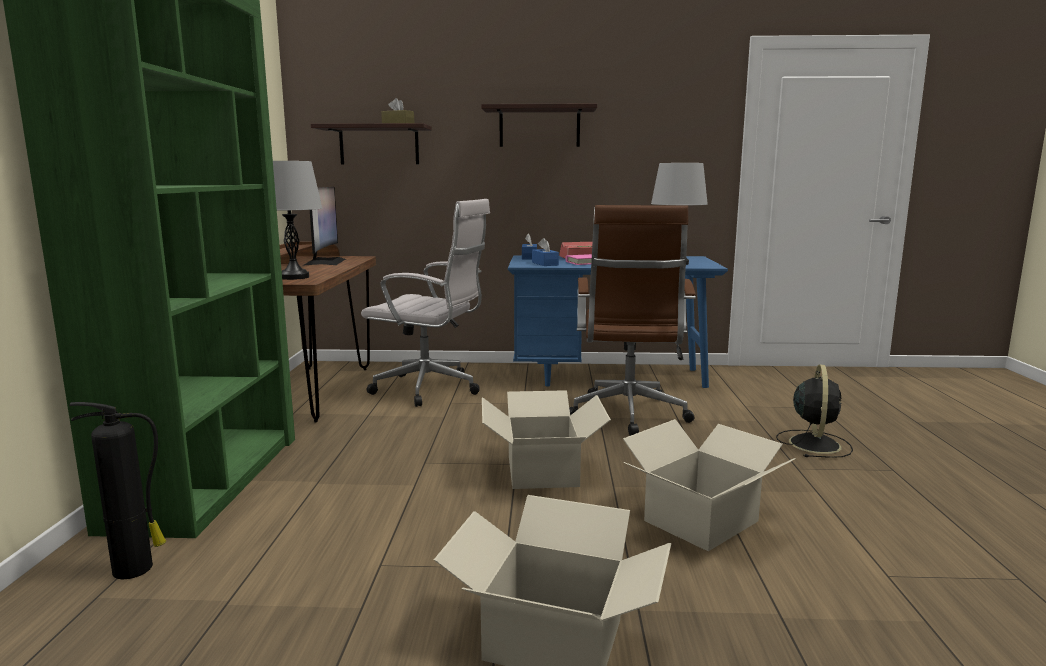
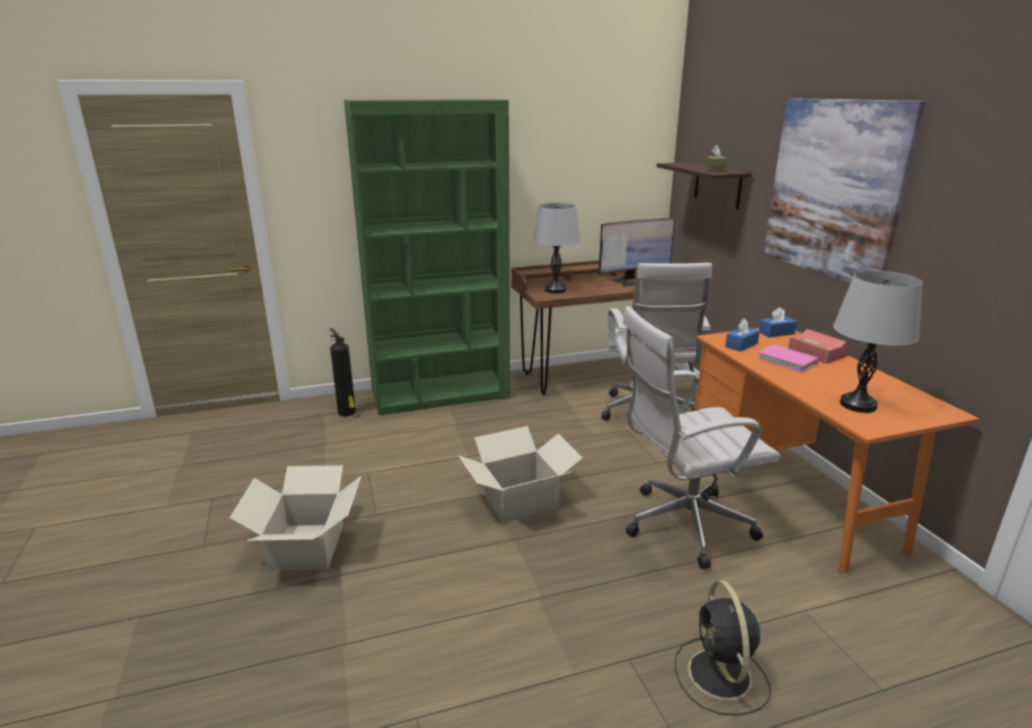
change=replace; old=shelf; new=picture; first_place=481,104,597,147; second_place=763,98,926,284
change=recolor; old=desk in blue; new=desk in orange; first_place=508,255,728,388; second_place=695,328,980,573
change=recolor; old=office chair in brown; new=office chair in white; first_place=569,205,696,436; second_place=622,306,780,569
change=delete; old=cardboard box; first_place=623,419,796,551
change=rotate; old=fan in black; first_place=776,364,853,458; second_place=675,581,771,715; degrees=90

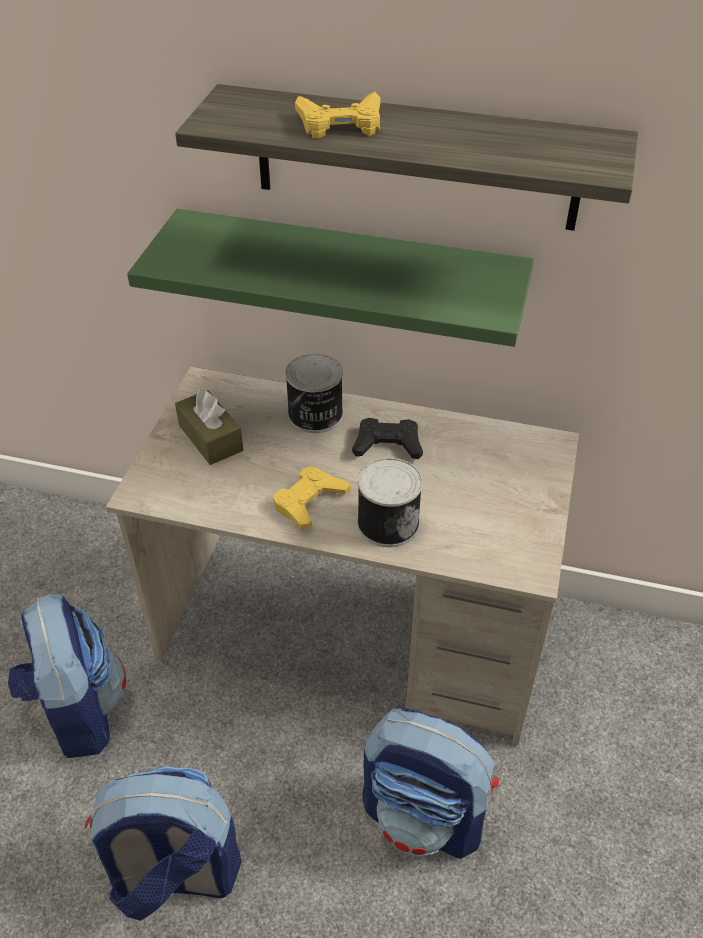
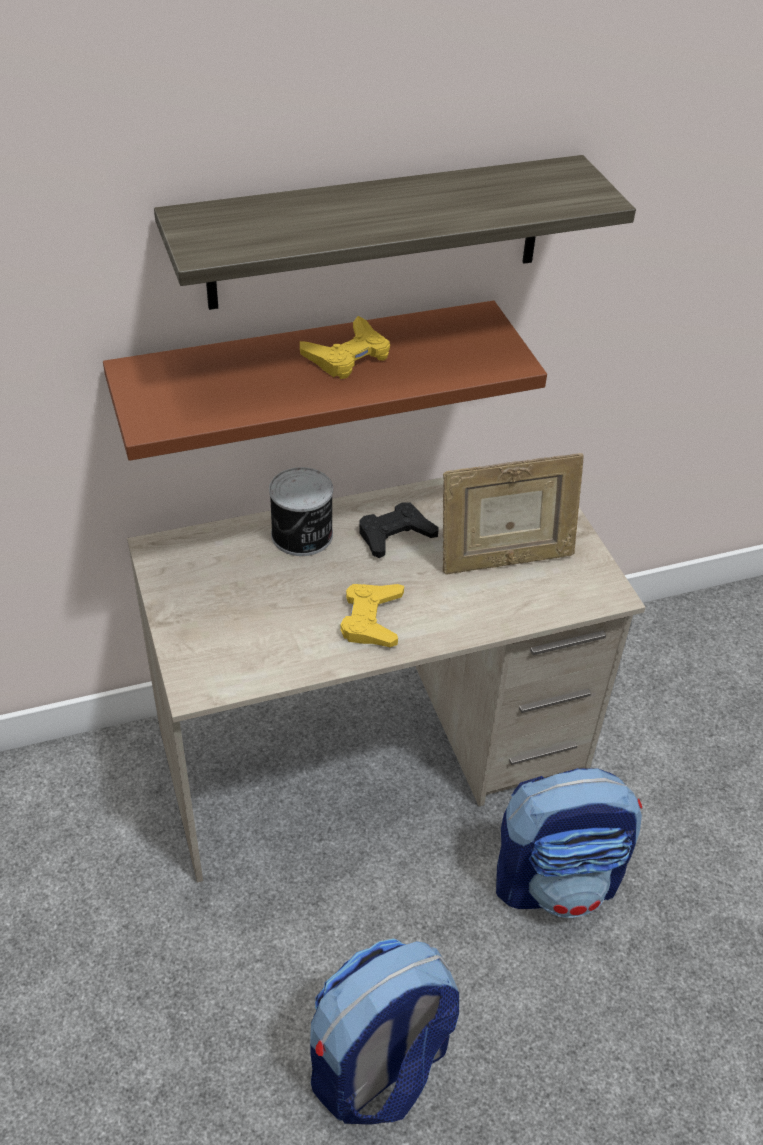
change=delete; old=backpack; first_place=8,594,126,758
change=recolor; old=shelf in green; new=shelf in brown; first_place=127,209,534,347; second_place=103,301,547,461
change=delete; old=tissue box in brown; first_place=175,388,243,465
change=move; old=game controller in yellow; first_place=295,92,381,139; second_place=300,316,390,379
change=delete; old=can; first_place=357,458,423,547
change=insert; new=picture frame; second_place=442,453,584,574

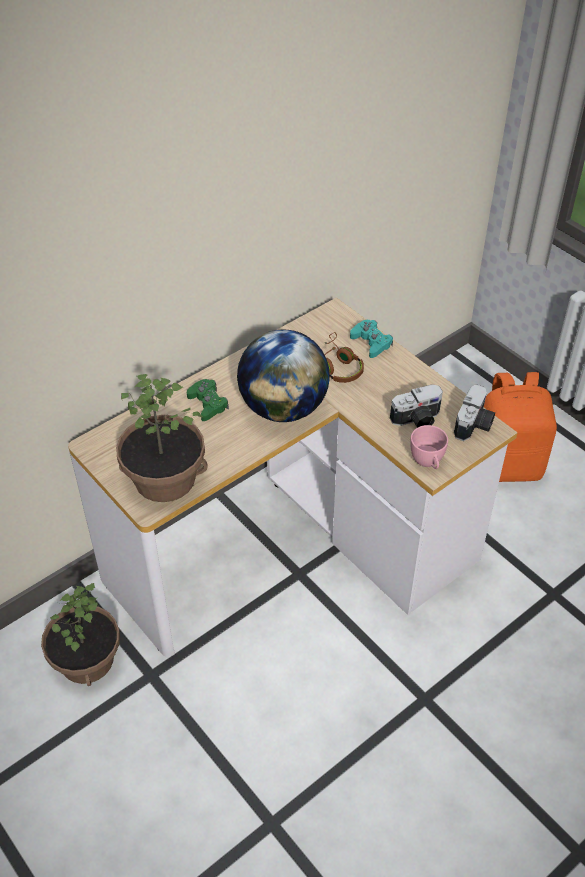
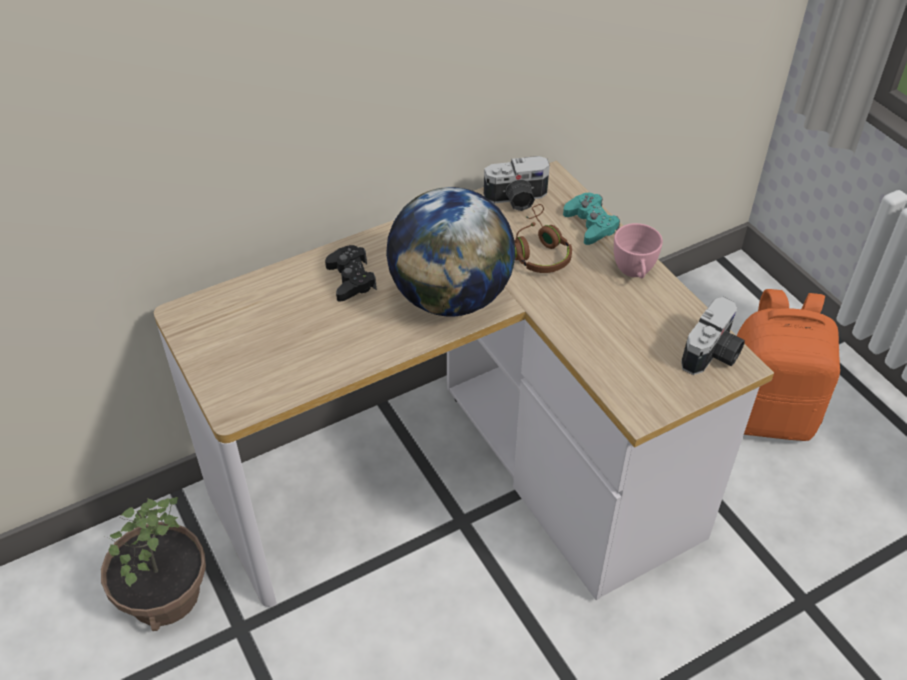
change=delete; old=potted plant; first_place=116,374,208,502
change=recolor; old=game controller in green; new=game controller in black; first_place=187,379,229,421; second_place=325,245,377,302
change=move; old=photo camera; first_place=390,384,443,428; second_place=484,156,550,211
change=move; old=cup in pink; first_place=410,425,448,469; second_place=614,223,663,278

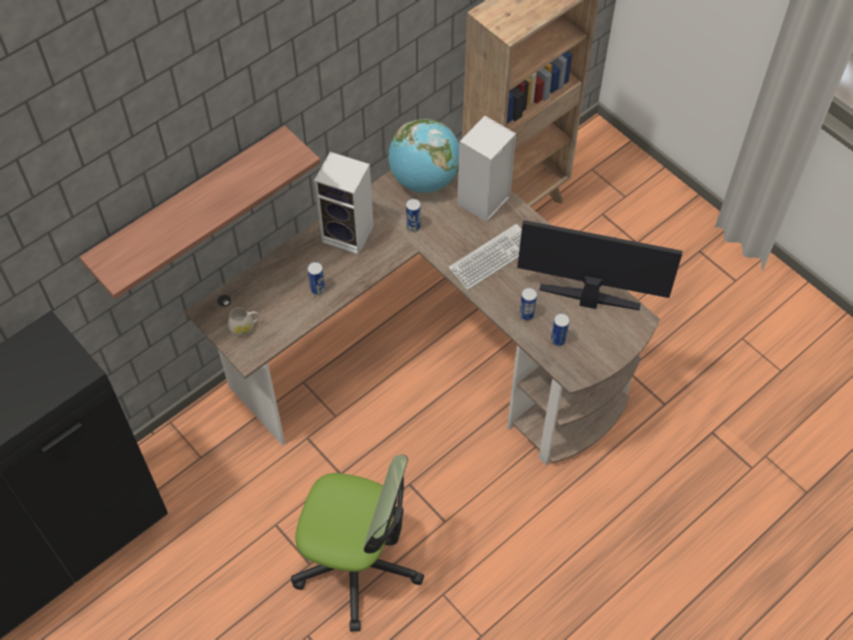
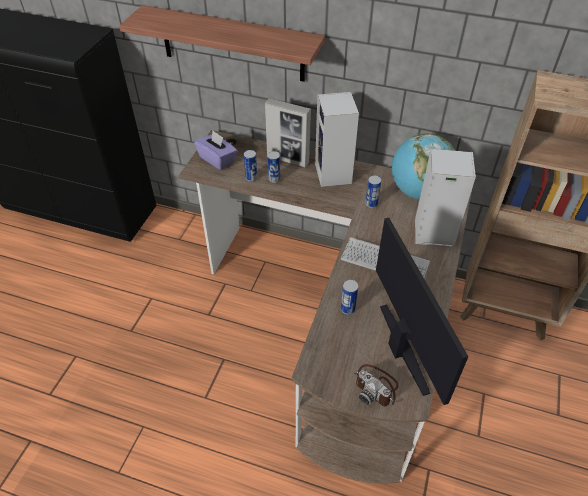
change=replace; old=mug in white; new=tissue box in purple; first_place=228,307,260,336; second_place=194,131,238,170
change=delete; old=office chair; first_place=291,455,424,632
change=move; old=can; first_place=551,313,569,346; second_place=244,150,258,182
change=insert; new=picture frame; second_place=265,98,311,167
change=insert; new=photo camera; second_place=354,364,399,406

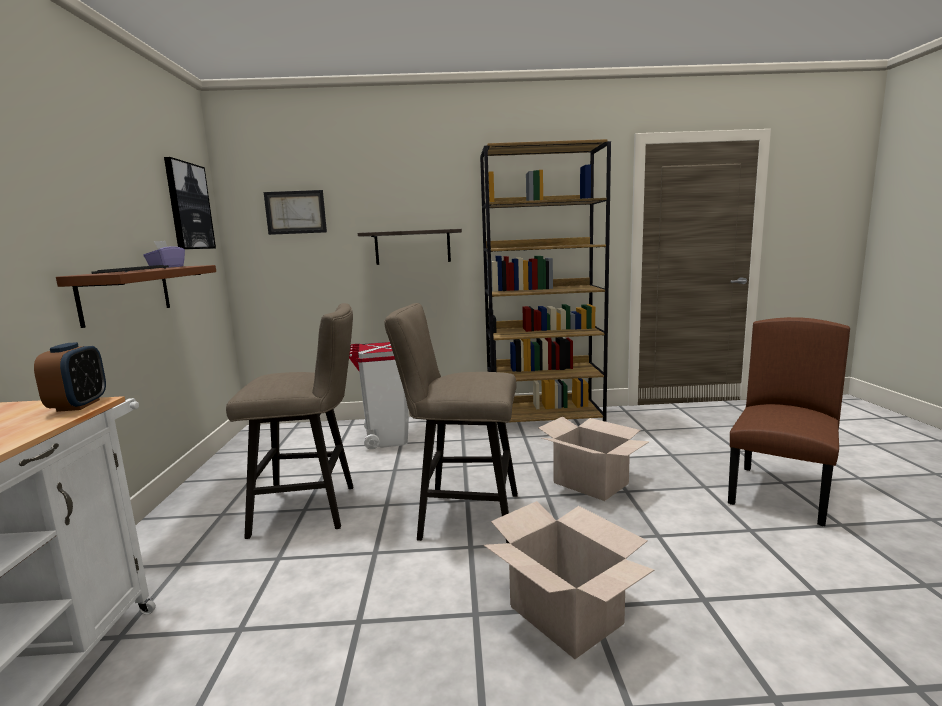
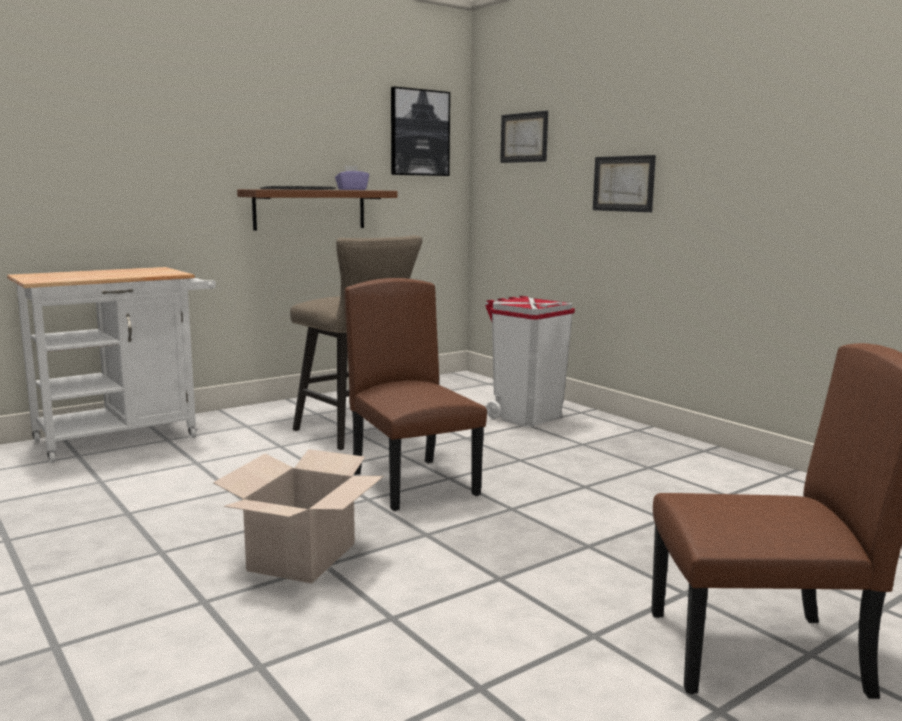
change=delete; old=alarm clock; first_place=34,342,106,412
change=replace; old=shelf; new=picture; first_place=358,229,462,265; second_place=593,155,656,212
change=replace; old=stool in beige; new=chair in brown; first_place=384,303,518,543; second_place=345,278,487,511
change=delete; old=bookcase in brown; first_place=480,139,611,423
change=delete; old=cardboard box; first_place=538,417,650,501

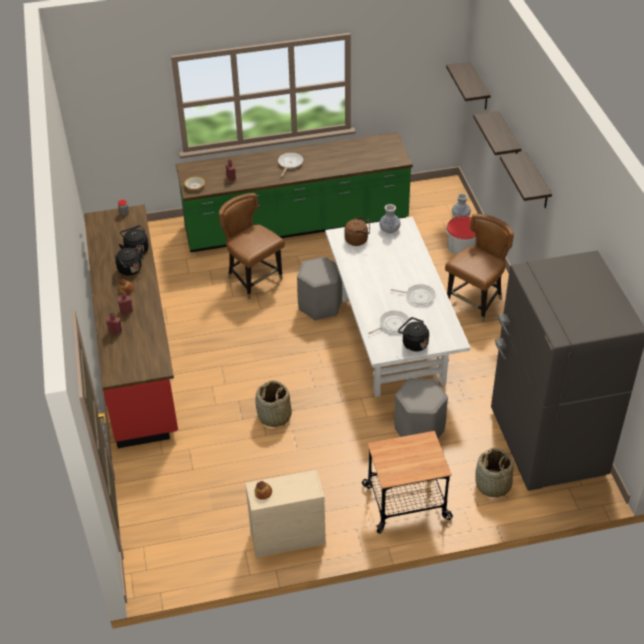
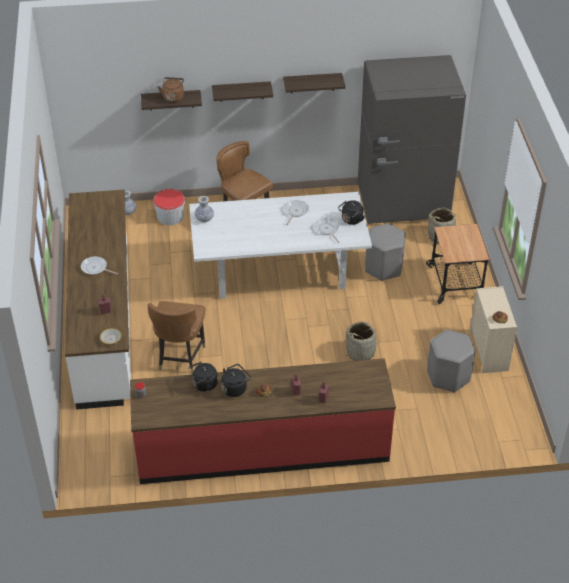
change=recolor; old=counter in green; new=counter in white; first_place=176,132,413,252; second_place=65,190,131,410
change=rotate; old=chair in brown; first_place=219,193,285,299; second_place=148,301,205,374; degrees=-45
change=move; old=stool in grey; first_place=297,257,342,321; second_place=427,330,475,393
change=move; old=kettle in brown; first_place=344,217,370,246; second_place=158,77,184,103
change=move; old=shelf; first_place=446,62,491,110; second_place=283,73,345,93

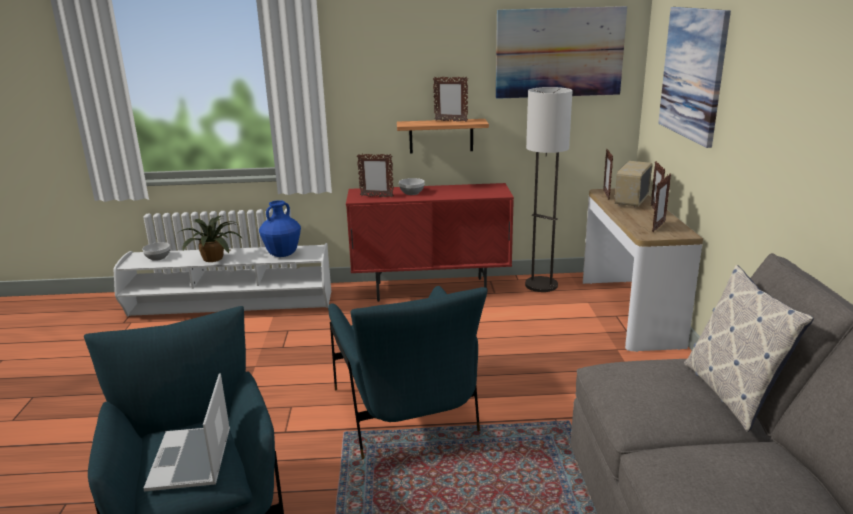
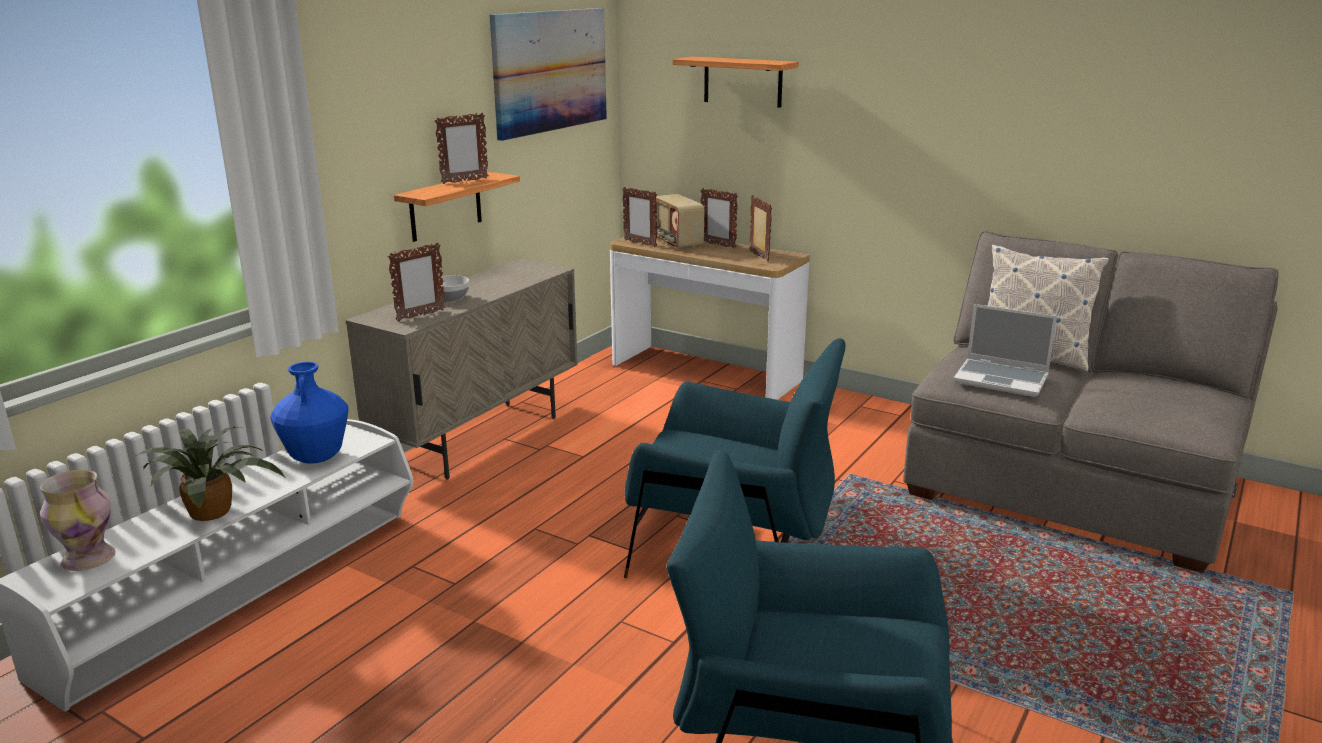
change=replace; old=bowl; new=vase; first_place=142,242,170,261; second_place=40,470,116,571
change=move; old=laptop; first_place=143,373,230,491; second_place=953,304,1057,397
change=recolor; old=cabinet in red; new=cabinet in beige; first_place=346,183,514,302; second_place=345,259,578,480
change=delete; old=floor lamp; first_place=525,87,573,292
change=replace; old=picture; new=shelf; first_place=658,7,731,148; second_place=672,57,799,108

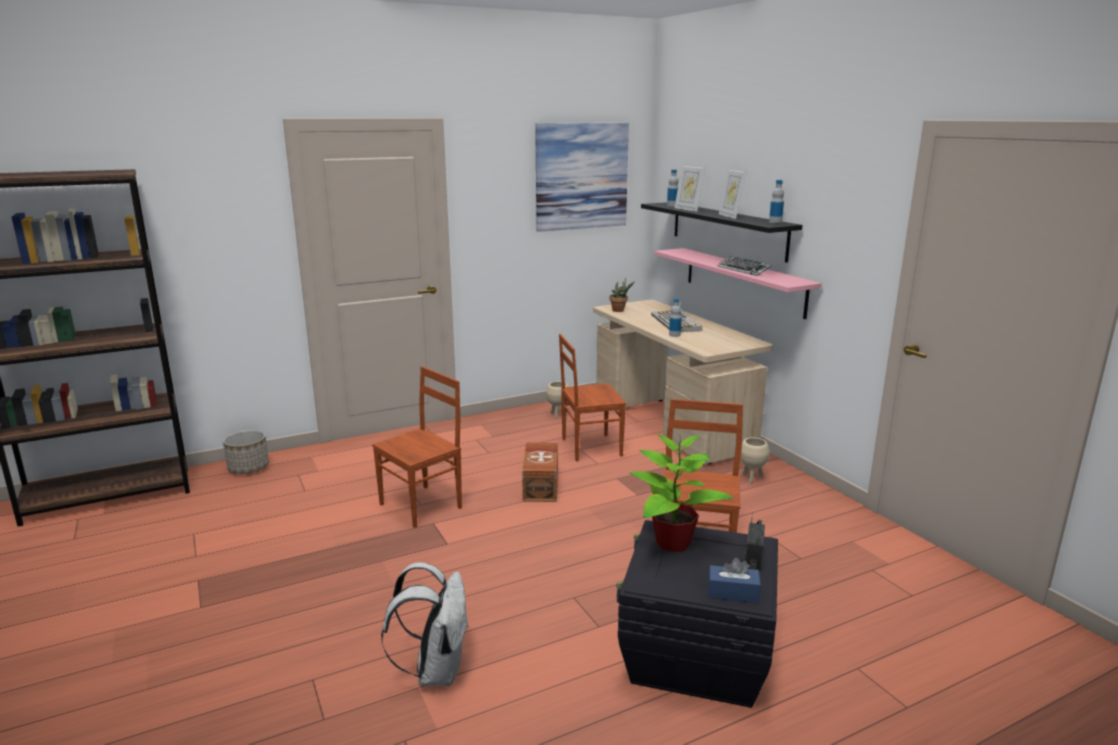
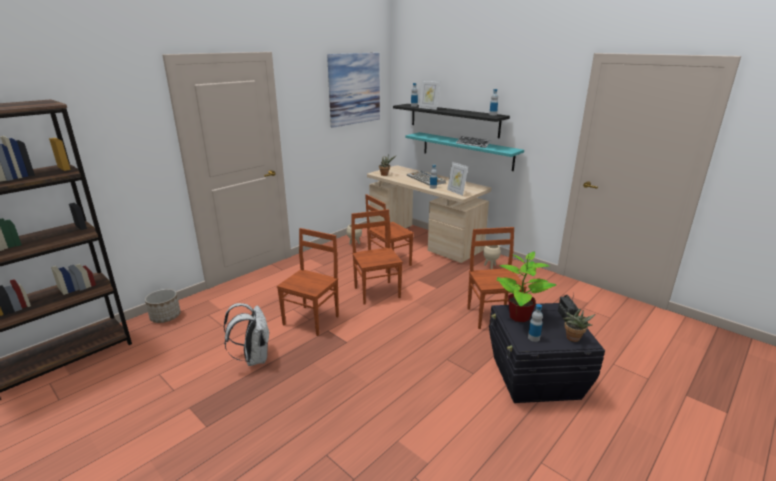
change=move; old=backpack in white; first_place=381,562,469,687; second_place=223,303,270,366
change=replace; old=storage box in brown; new=chair in brown; first_place=522,442,558,502; second_place=352,209,403,305
change=recolor; old=shelf in pink; new=shelf in turquoise; first_place=654,248,822,319; second_place=406,132,524,171
change=replace; old=tissue box in blue; new=potted plant; first_place=708,558,761,603; second_place=563,309,596,342
change=move; old=picture frame; first_place=719,167,747,219; second_place=447,162,468,196
change=insert; new=bottle; second_place=528,304,543,342

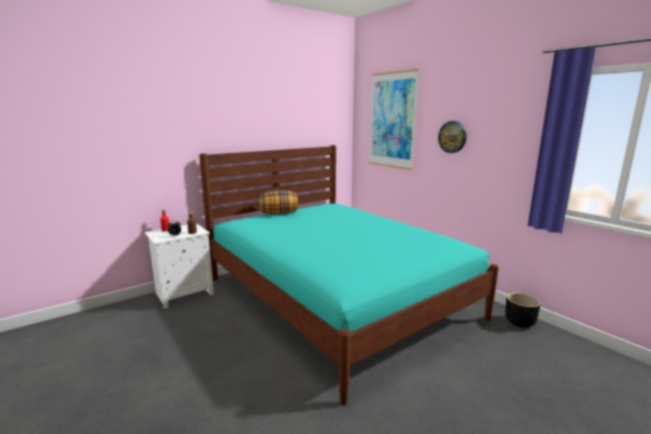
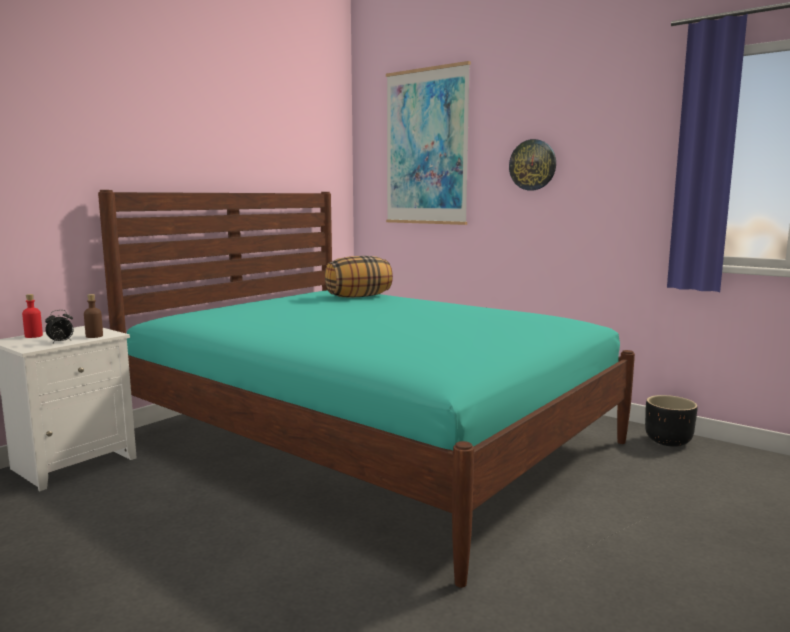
change=move; old=pillow; first_place=259,190,298,215; second_place=325,256,393,298

